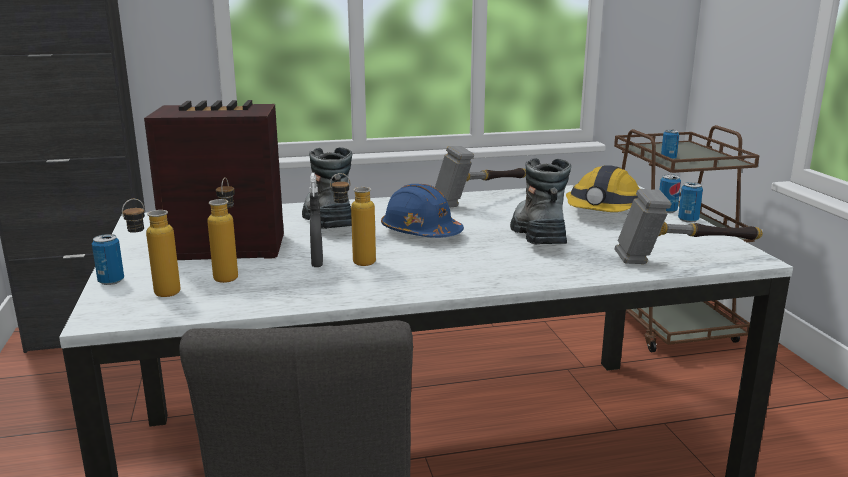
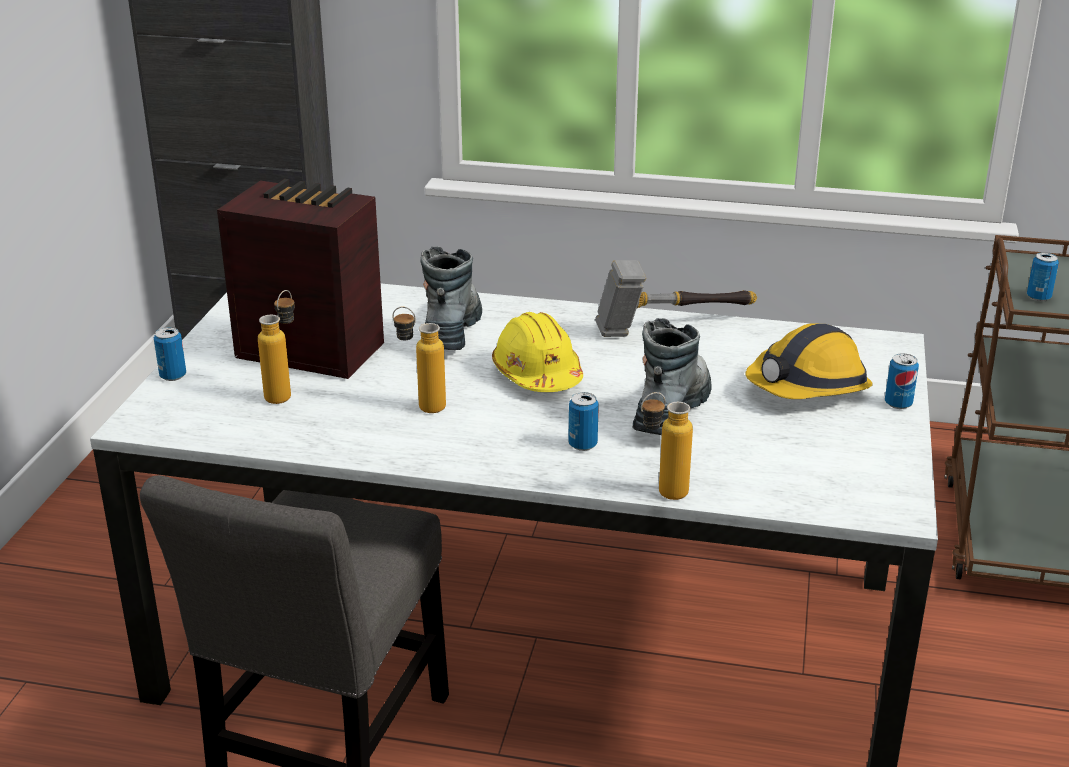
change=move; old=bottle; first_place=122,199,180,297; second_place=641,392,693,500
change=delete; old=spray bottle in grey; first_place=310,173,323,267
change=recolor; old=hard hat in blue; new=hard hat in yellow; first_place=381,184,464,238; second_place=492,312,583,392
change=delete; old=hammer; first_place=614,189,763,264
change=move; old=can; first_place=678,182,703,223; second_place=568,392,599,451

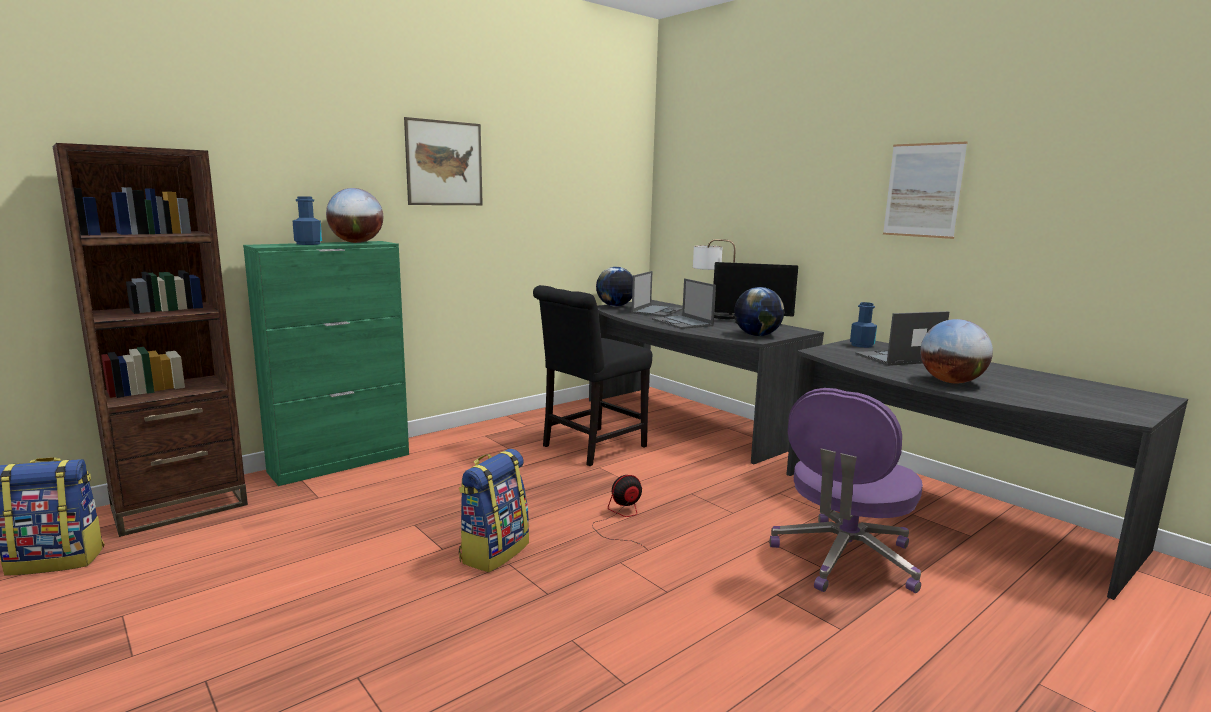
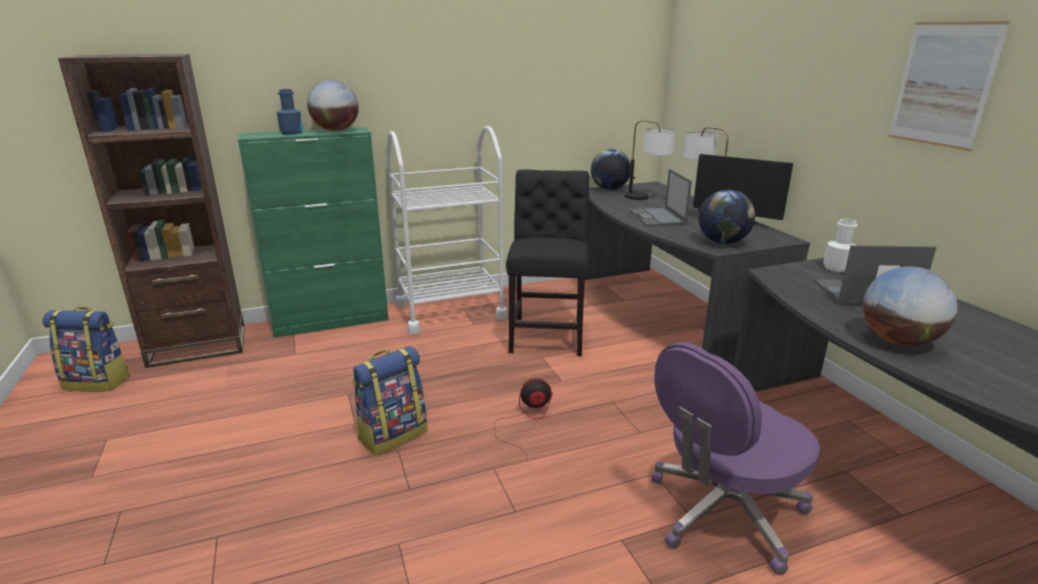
change=delete; old=picture; first_place=404,117,483,205
change=rotate; old=chair in black; first_place=533,285,652,466; second_place=506,170,589,356; degrees=120
change=replace; old=laptop; new=table lamp; first_place=632,271,682,317; second_place=624,120,675,200
change=recolor; old=bottle in blue; new=bottle in white; first_place=850,302,877,348; second_place=823,219,858,273
change=insert; new=cart in white; second_place=386,126,508,334

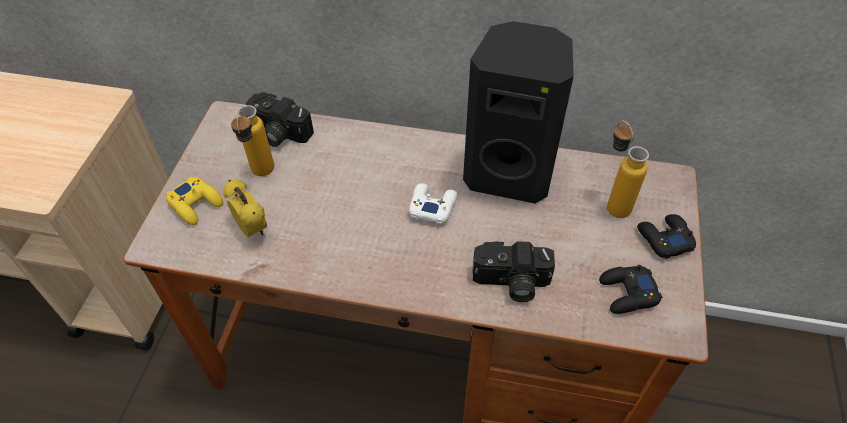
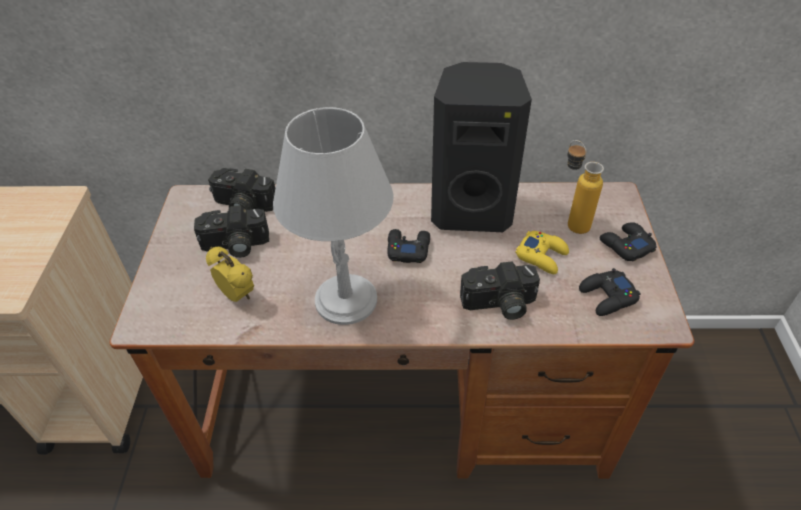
change=move; old=game controller in yellow; first_place=166,177,223,225; second_place=516,231,569,274
change=replace; old=bottle; new=photo camera; first_place=231,105,274,176; second_place=194,205,269,258
change=recolor; old=game controller in white; new=game controller in black; first_place=409,183,458,224; second_place=387,229,430,263
change=insert; new=table lamp in grey; second_place=273,107,394,325

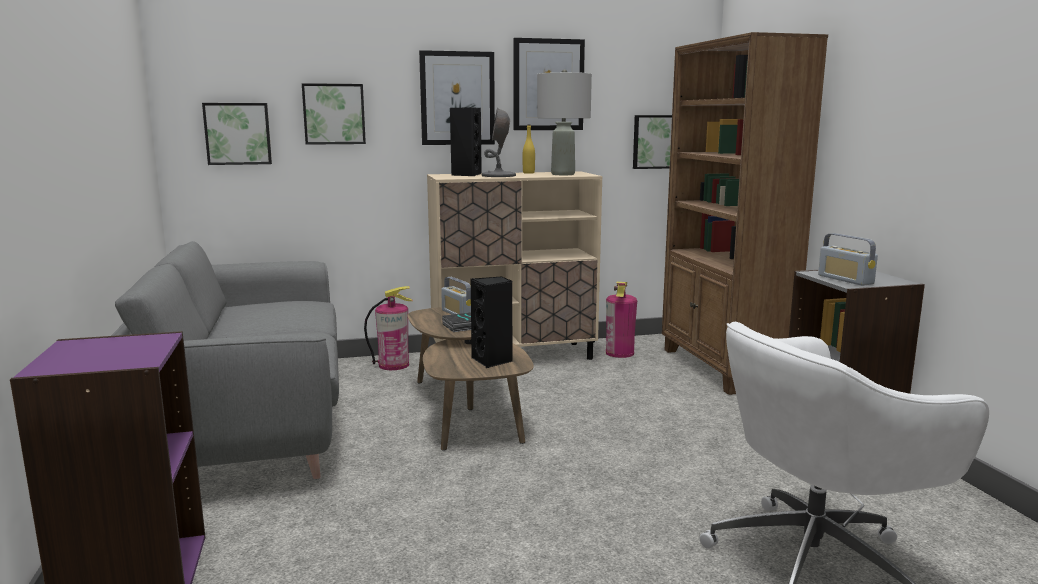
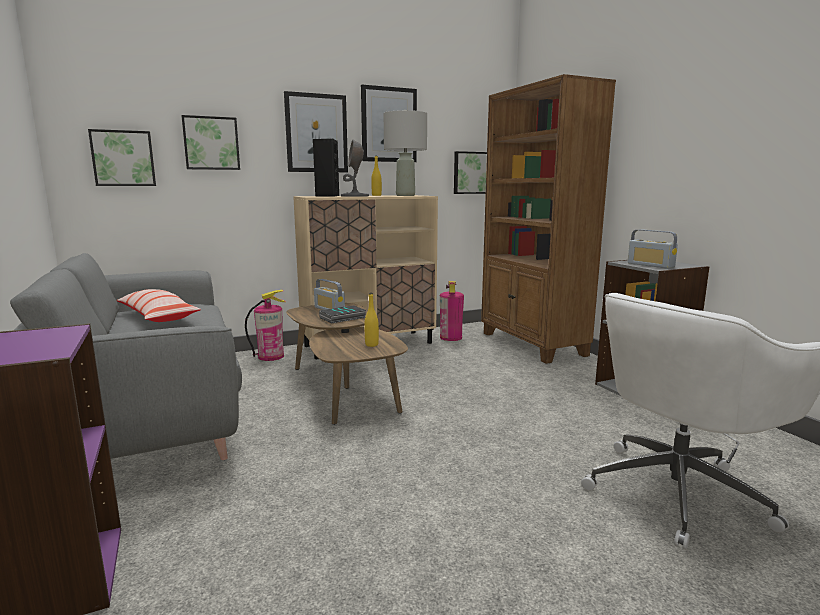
change=replace; old=speaker in black; new=bottle in yellow; first_place=471,277,513,368; second_place=364,293,379,347
change=insert; new=pillow; second_place=117,289,201,322

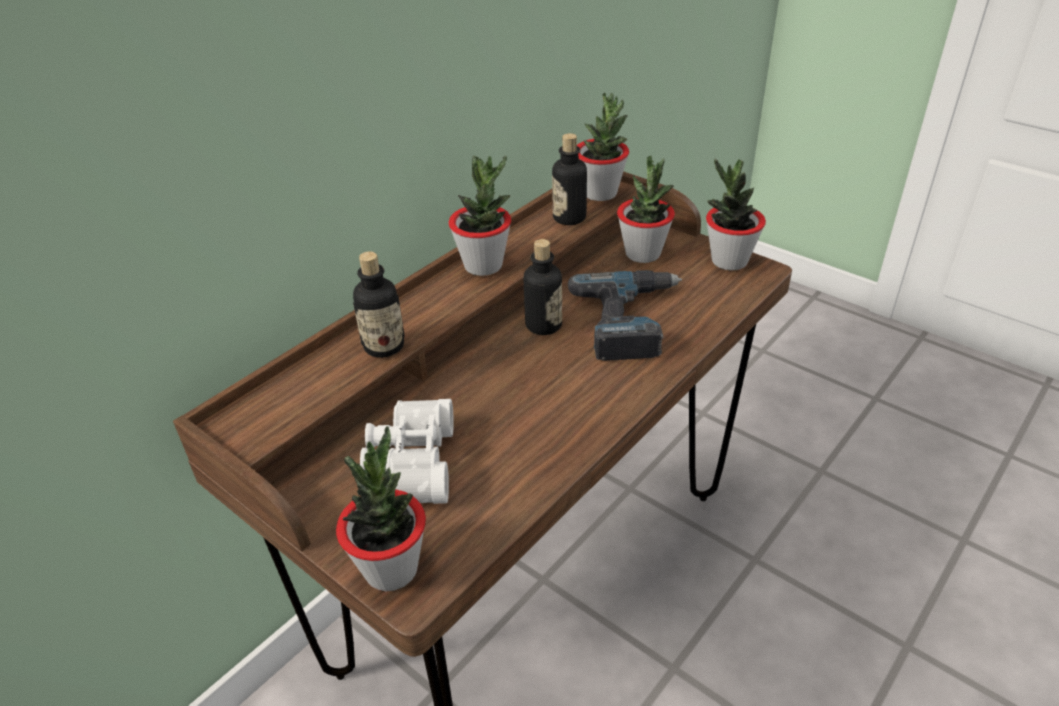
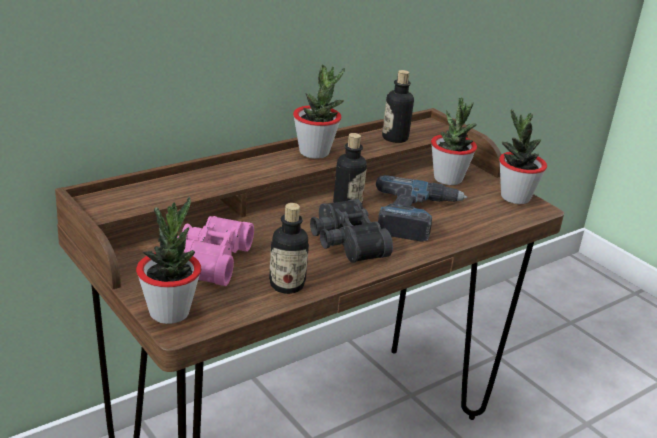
change=move; old=bottle; first_place=353,251,405,358; second_place=269,203,309,294
change=recolor; old=binoculars in white; new=binoculars in pink; first_place=360,399,454,504; second_place=177,216,254,286
change=delete; old=potted plant; first_place=577,93,629,201
change=insert; new=binoculars in black; second_place=310,199,393,263

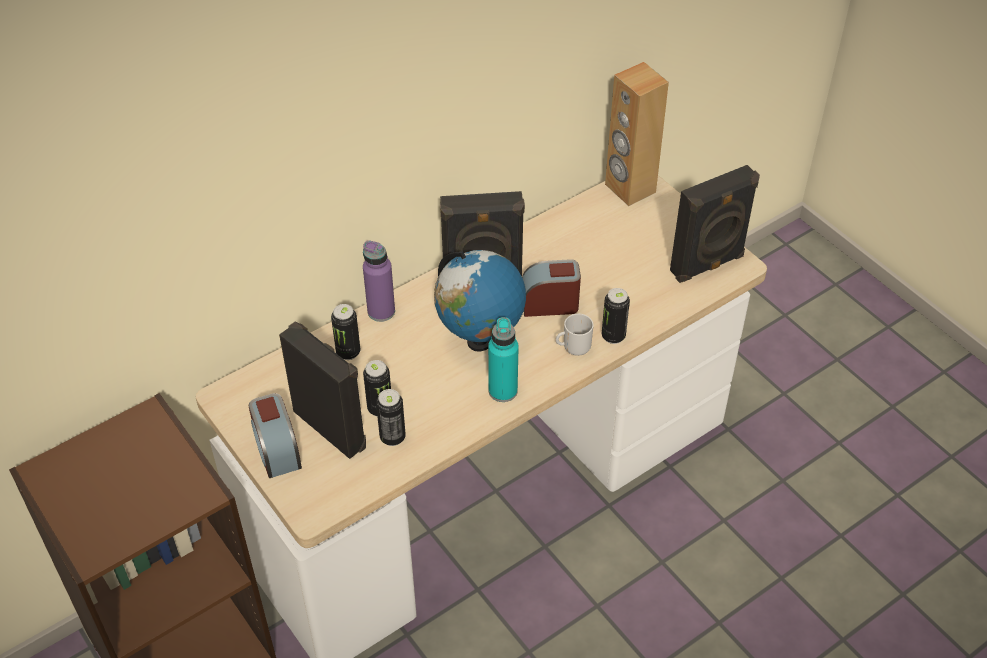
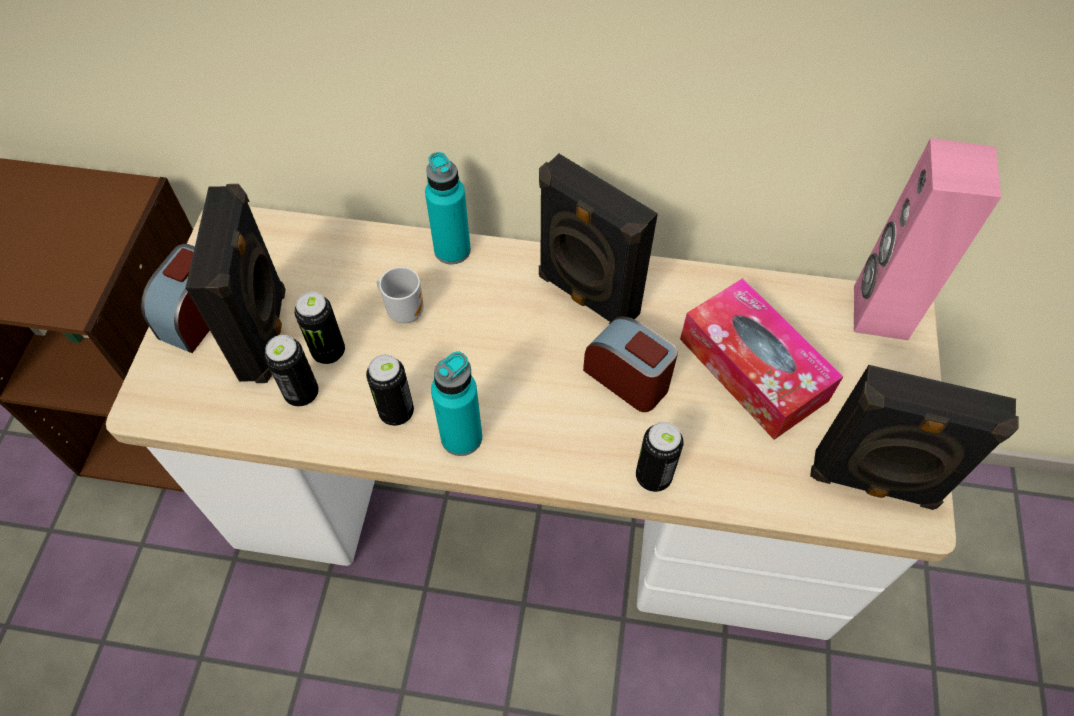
change=move; old=can; first_place=331,304,360,360; second_place=366,354,414,426
change=recolor; old=bottle in purple; new=bottle in turquoise; first_place=363,241,395,322; second_place=425,152,471,264
change=delete; old=globe; first_place=434,250,526,351
change=move; old=mug; first_place=556,314,594,356; second_place=377,267,424,323
change=recolor; old=speaker in brown; new=speaker in pink; first_place=605,62,669,206; second_place=854,138,1001,340
change=insert; new=tissue box; second_place=680,278,843,440

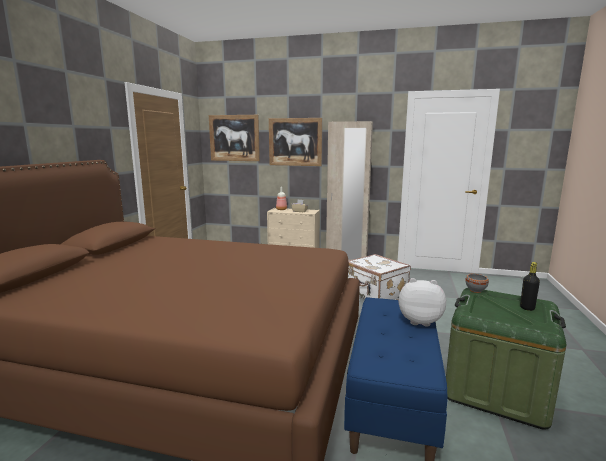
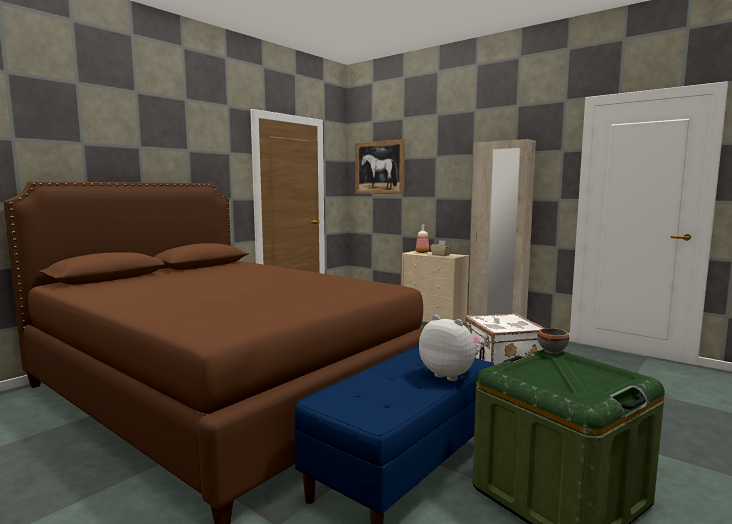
change=delete; old=picture; first_place=269,118,322,166
change=delete; old=bottle in black; first_place=520,262,540,311

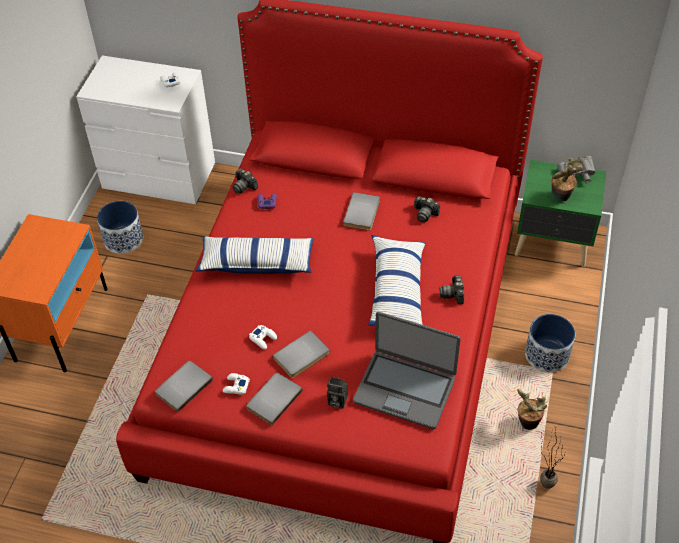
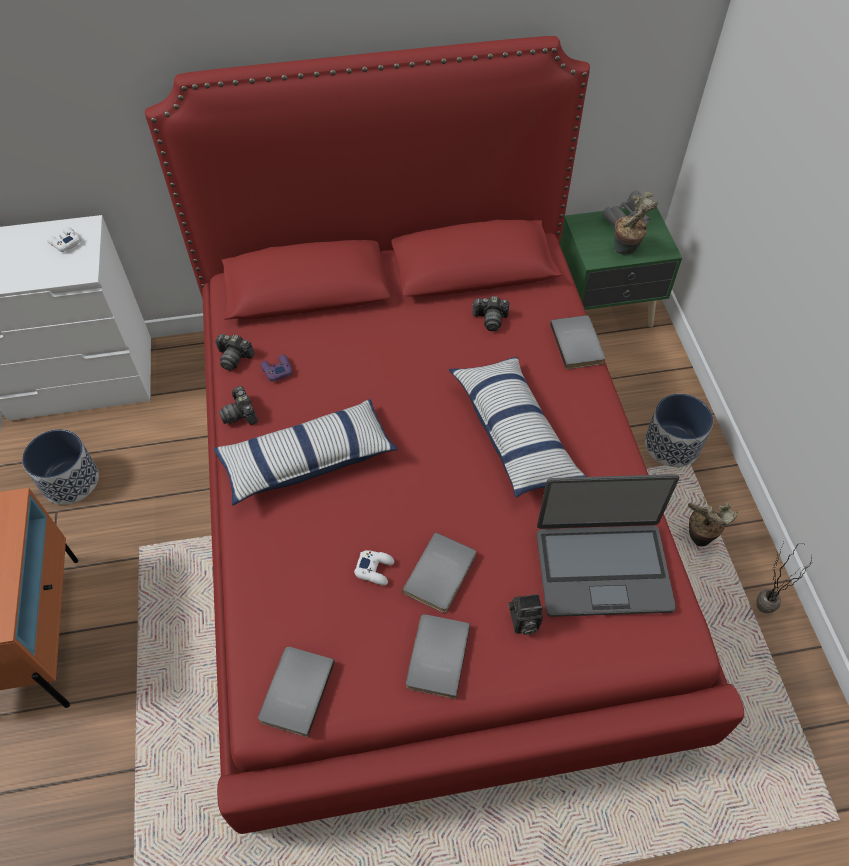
change=delete; old=game controller in white; first_place=223,373,250,395
change=move; old=book in grey; first_place=343,192,380,230; second_place=550,315,605,369
change=move; old=photo camera; first_place=439,275,464,304; second_place=218,386,258,425

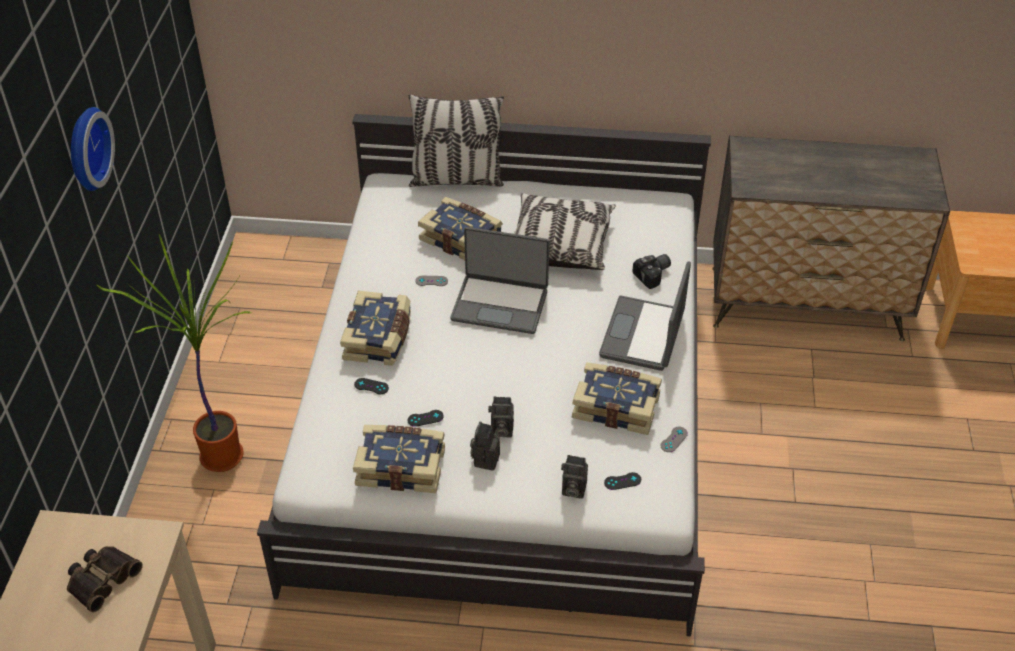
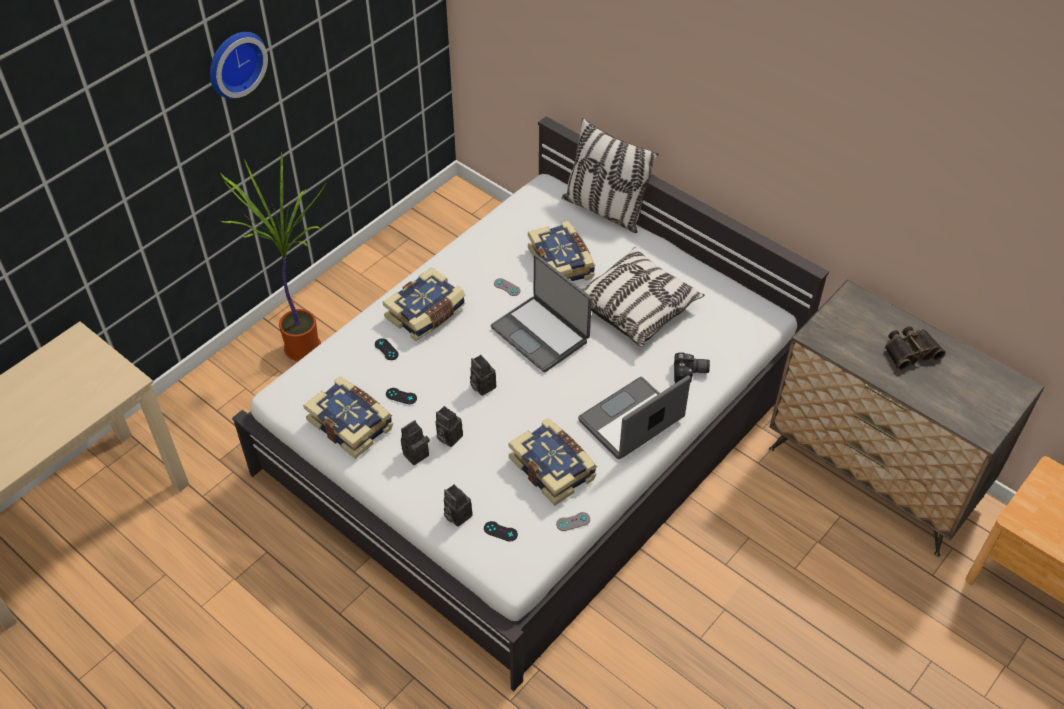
change=move; old=binoculars; first_place=67,546,143,613; second_place=885,326,946,371
change=insert; new=photo camera; second_place=470,355,496,396

